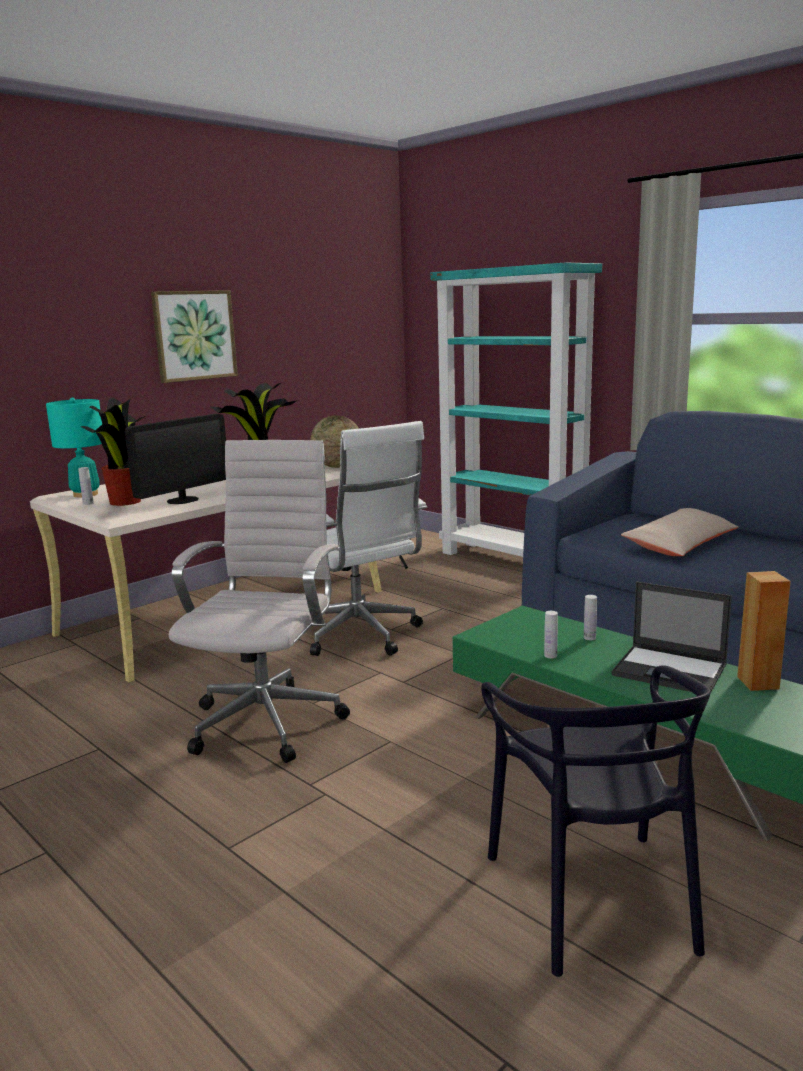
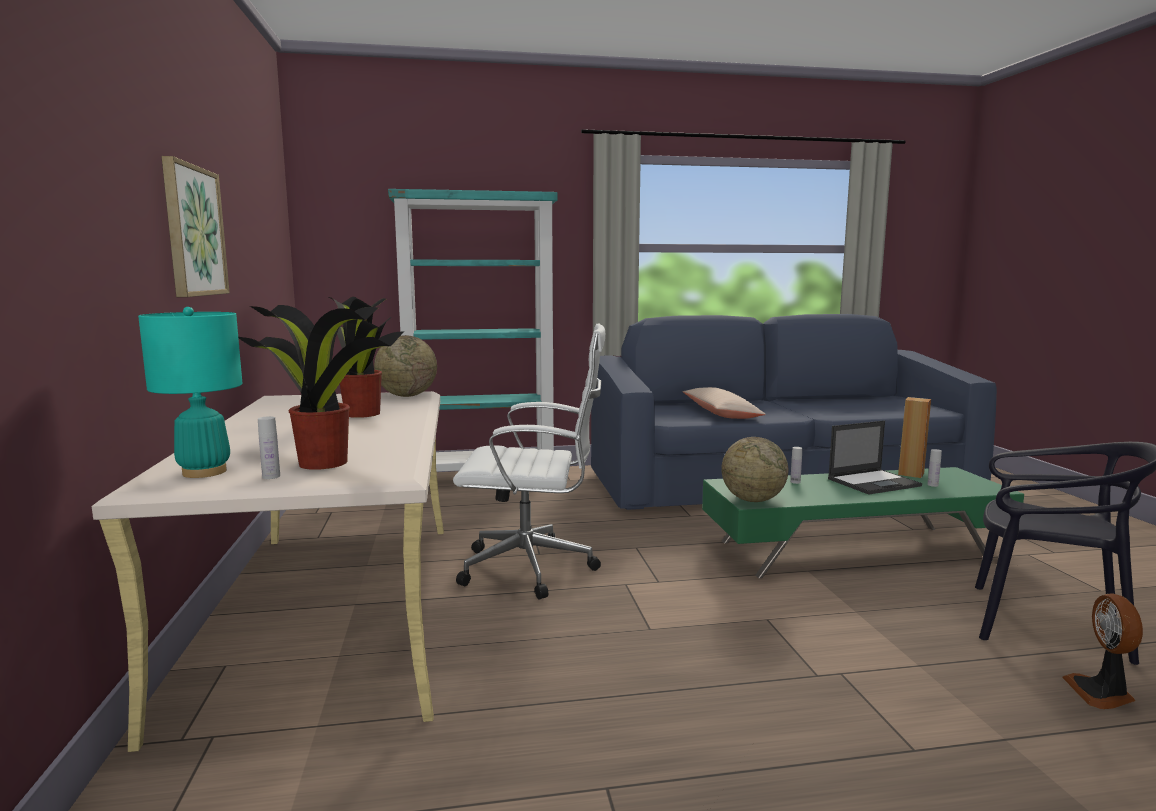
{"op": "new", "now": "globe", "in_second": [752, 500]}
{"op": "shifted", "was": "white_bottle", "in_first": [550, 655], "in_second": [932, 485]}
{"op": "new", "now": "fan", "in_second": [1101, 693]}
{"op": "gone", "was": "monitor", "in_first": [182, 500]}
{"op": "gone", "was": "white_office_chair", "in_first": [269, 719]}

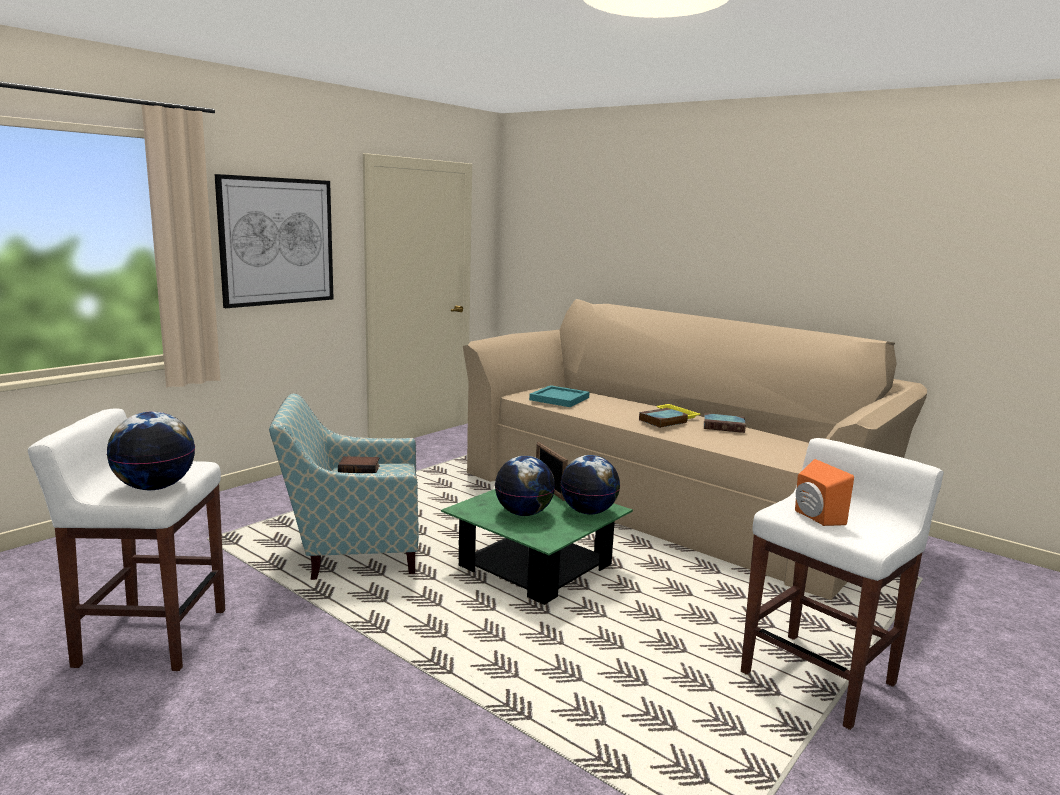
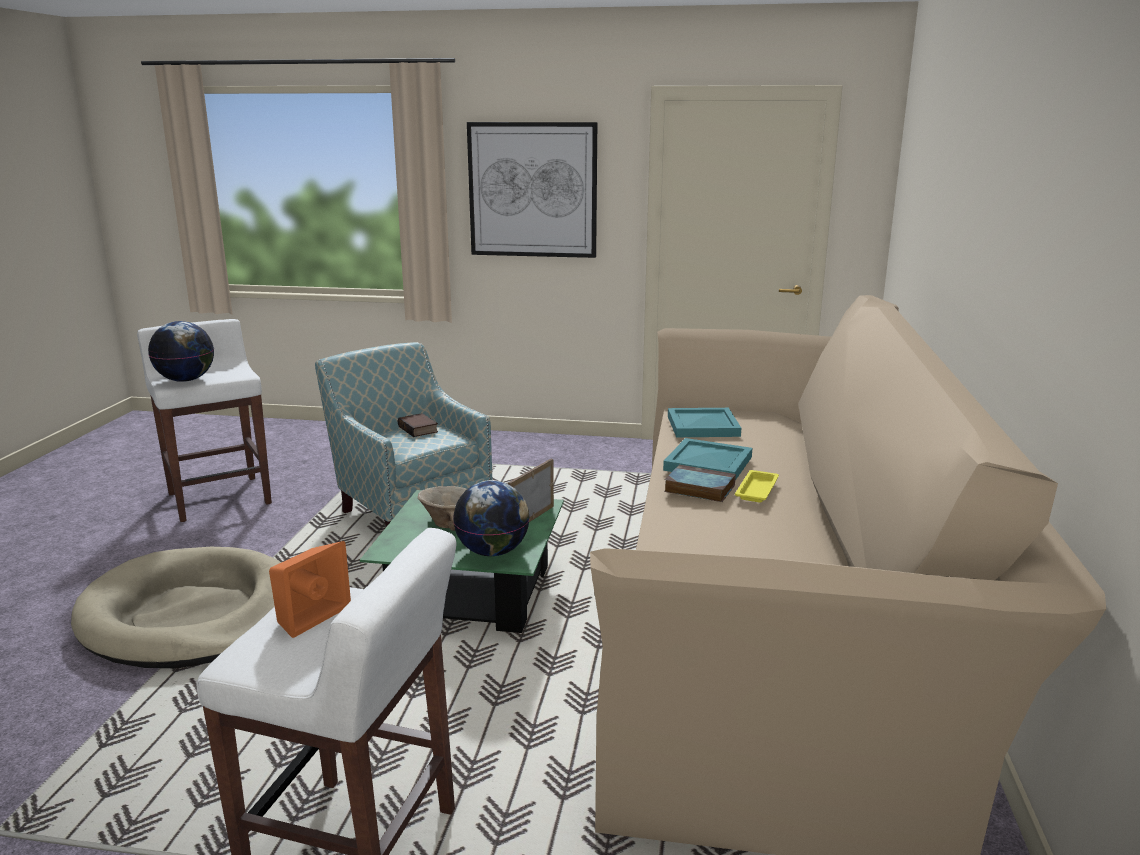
{"op": "new", "now": "beige_dog_bed", "in_second": [193, 615]}
{"op": "swapped", "was": "globe", "now": "beige_bowl", "in_first": [524, 513], "in_second": [449, 524]}
{"op": "new", "now": "turquoise_tray", "in_second": [709, 464]}
{"op": "gone", "was": "book", "in_first": [724, 426]}

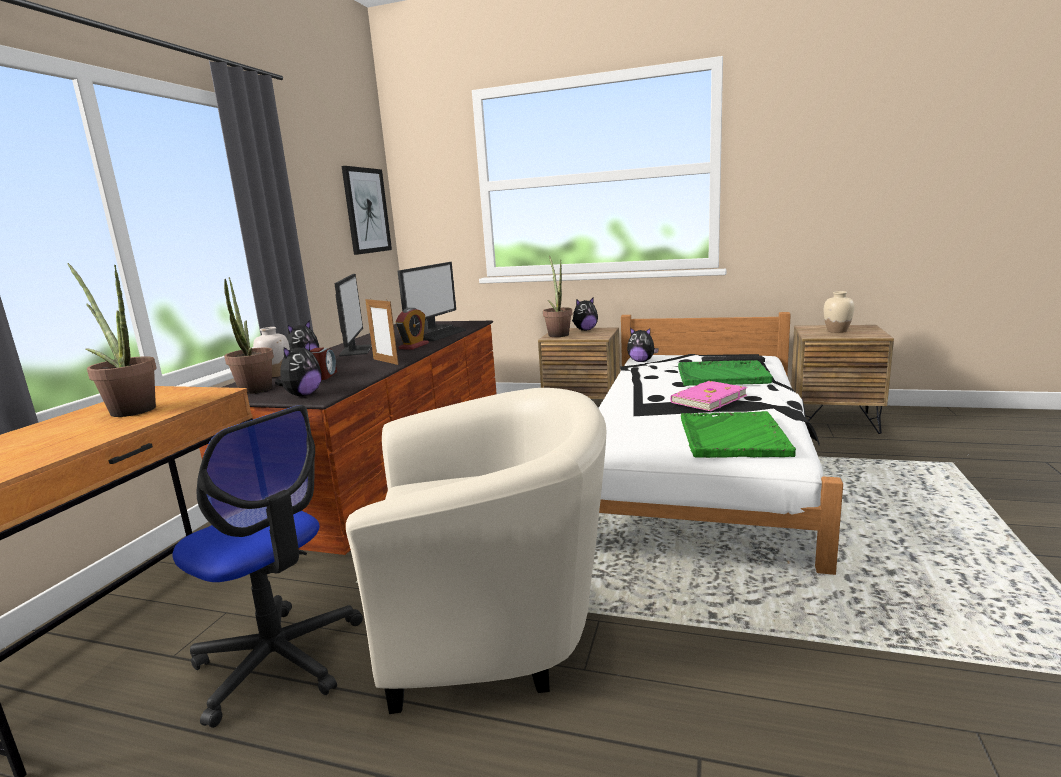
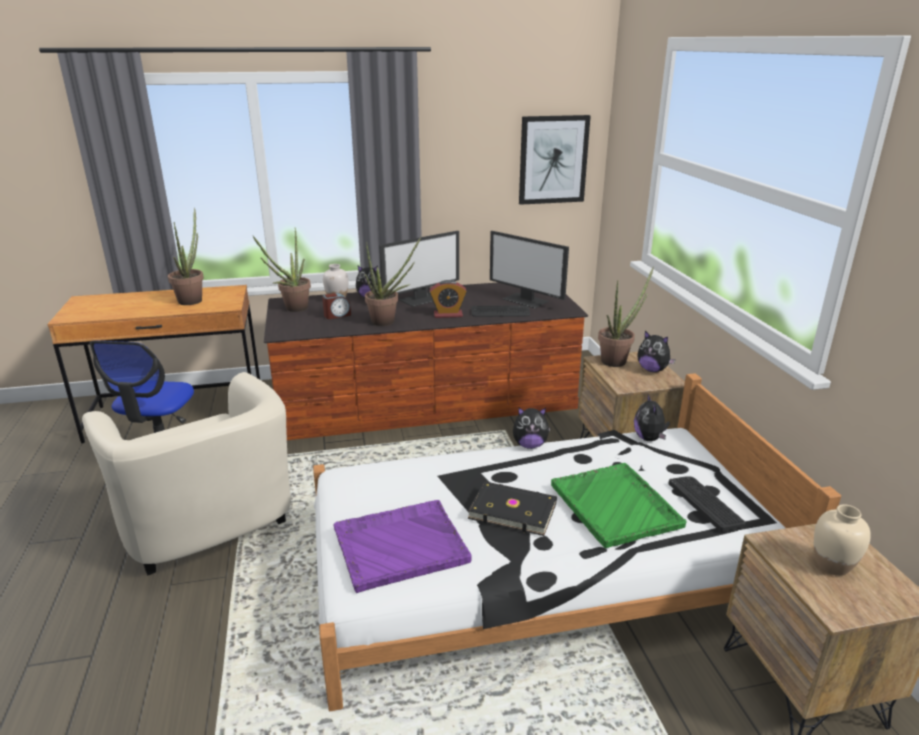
{"op": "repainted", "was": "green_tray", "now": "purple_tray", "in_first": [732, 437], "in_second": [399, 546]}
{"op": "swapped", "was": "picture_frame", "now": "potted_plant", "in_first": [385, 361], "in_second": [388, 321]}
{"op": "repainted", "was": "pink_book", "now": "black_book", "in_first": [707, 399], "in_second": [512, 510]}
{"op": "rotated", "was": "monitor", "in_first": [432, 328], "in_second": [526, 300], "clockwise": 45}
{"op": "shifted", "was": "plush_toy", "in_first": [302, 395], "in_second": [529, 445]}

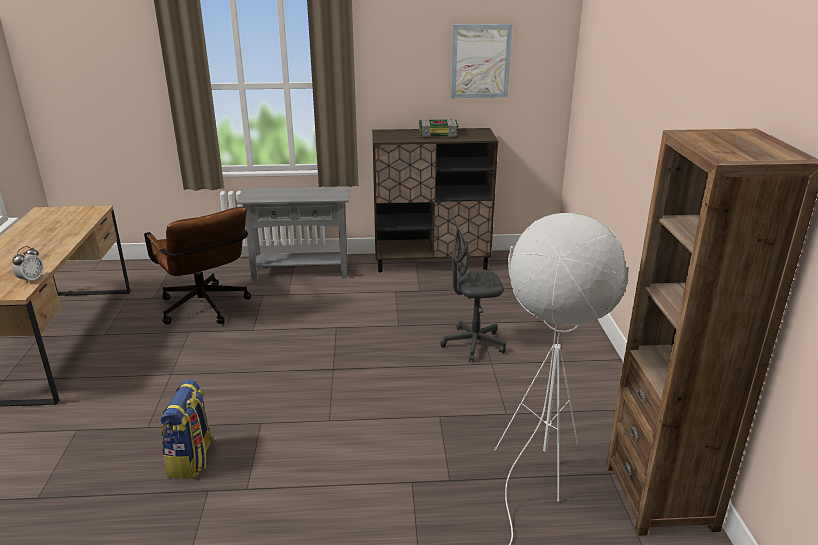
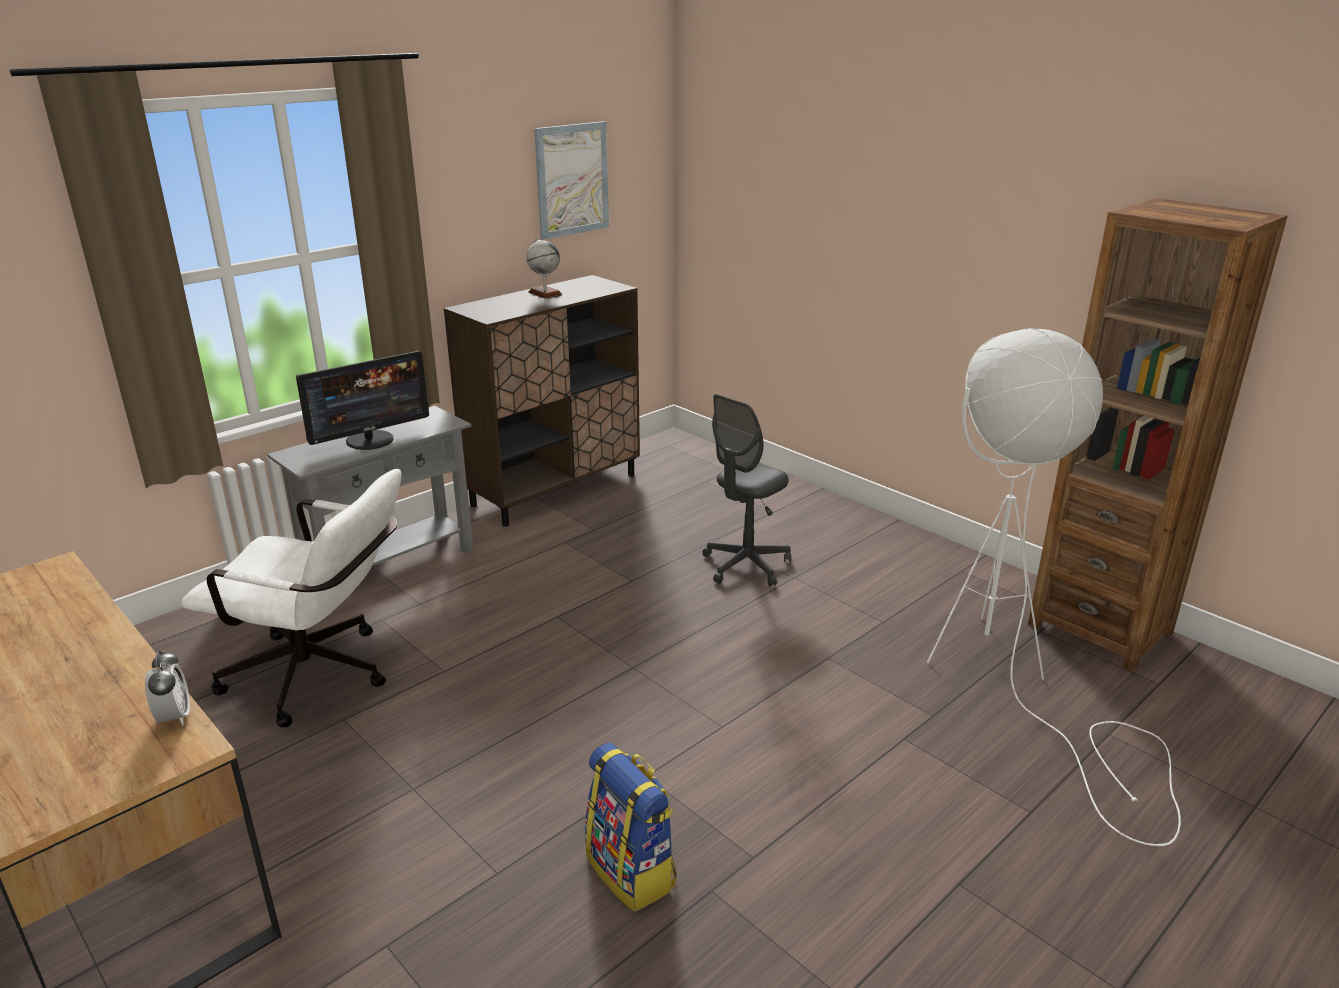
{"op": "repainted", "was": "brown_office_chair", "now": "white_office_chair", "in_first": [206, 310], "in_second": [321, 677]}
{"op": "new", "now": "monitor", "in_second": [370, 440]}
{"op": "swapped", "was": "book", "now": "globe", "in_first": [438, 133], "in_second": [545, 293]}

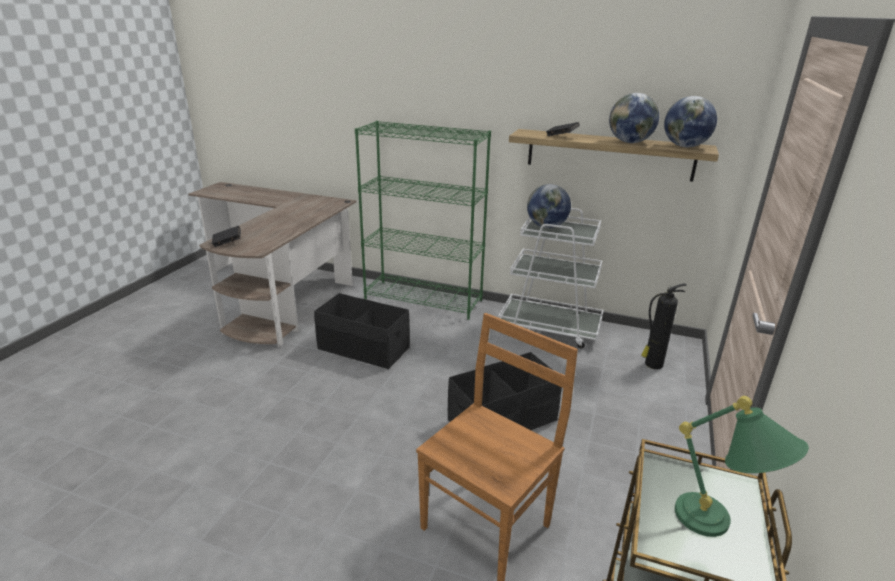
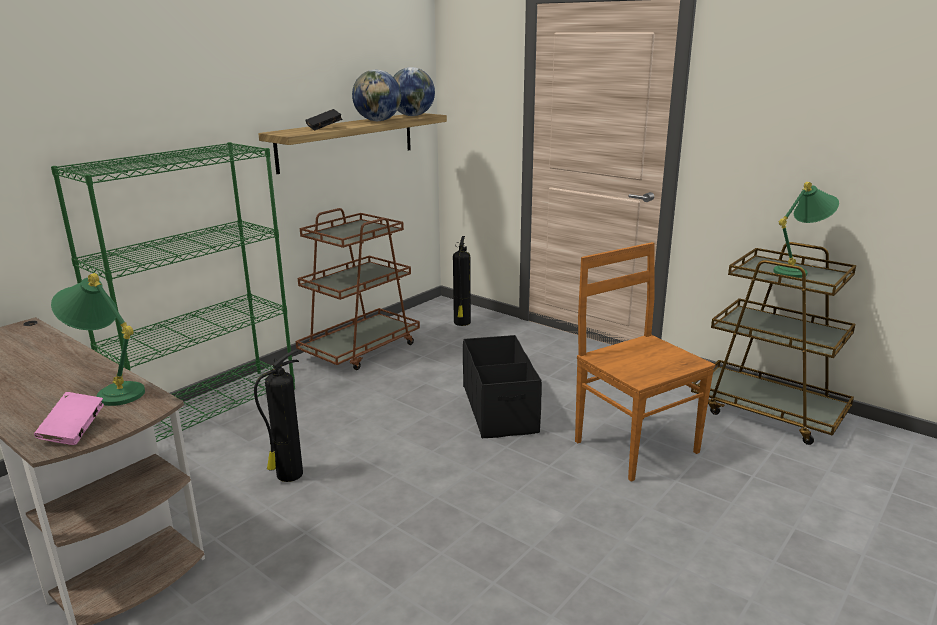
{"op": "repainted", "was": "black_book", "now": "pink_book", "in_first": [227, 243], "in_second": [73, 431]}
{"op": "new", "now": "green_table_lamp", "in_second": [111, 391]}
{"op": "swapped", "was": "black_storage_box", "now": "fire_extinguisher", "in_first": [363, 349], "in_second": [288, 475]}
{"op": "repainted", "was": "white_cart", "now": "brown_cart", "in_first": [550, 328], "in_second": [361, 349]}
{"op": "gone", "was": "globe", "in_first": [546, 227]}

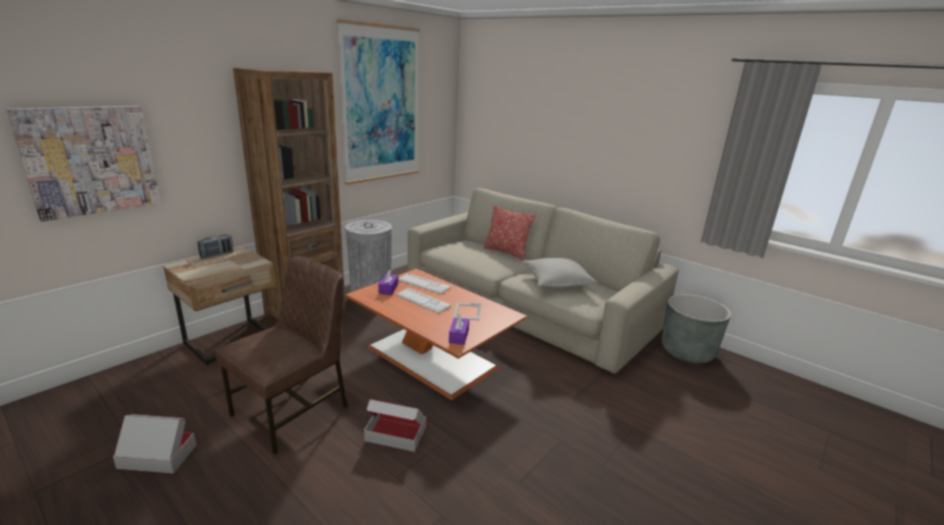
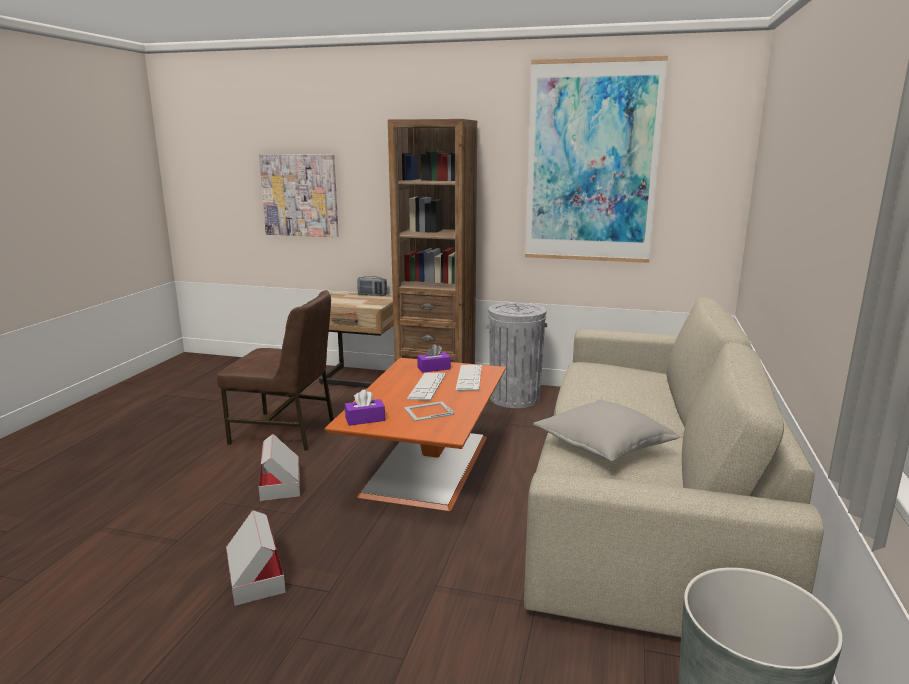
{"op": "shifted", "was": "cardboard_box", "in_first": [157, 456], "in_second": [255, 577]}
{"op": "gone", "was": "pillow", "in_first": [506, 252]}

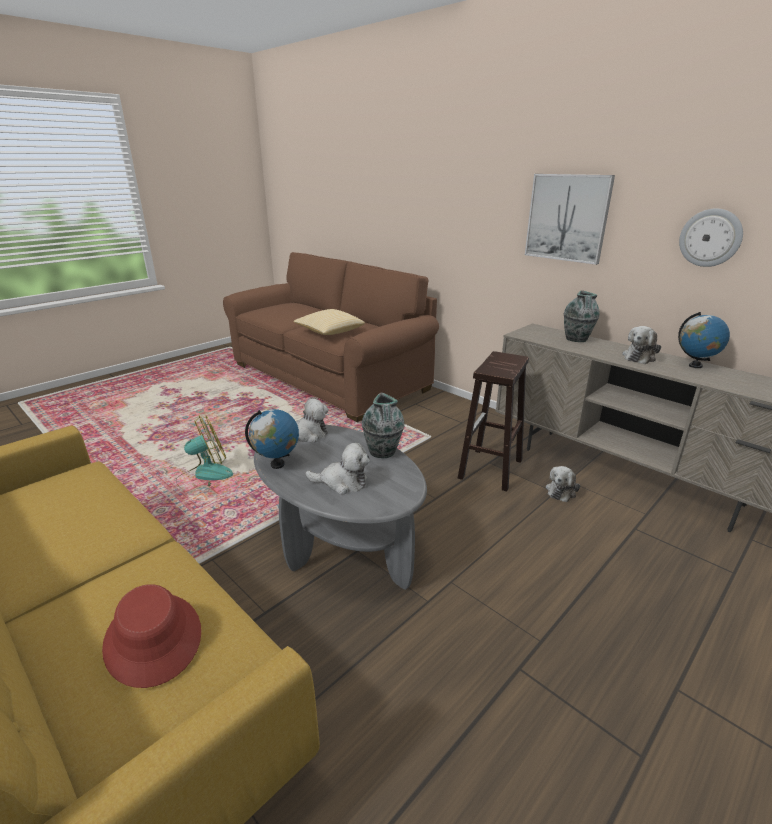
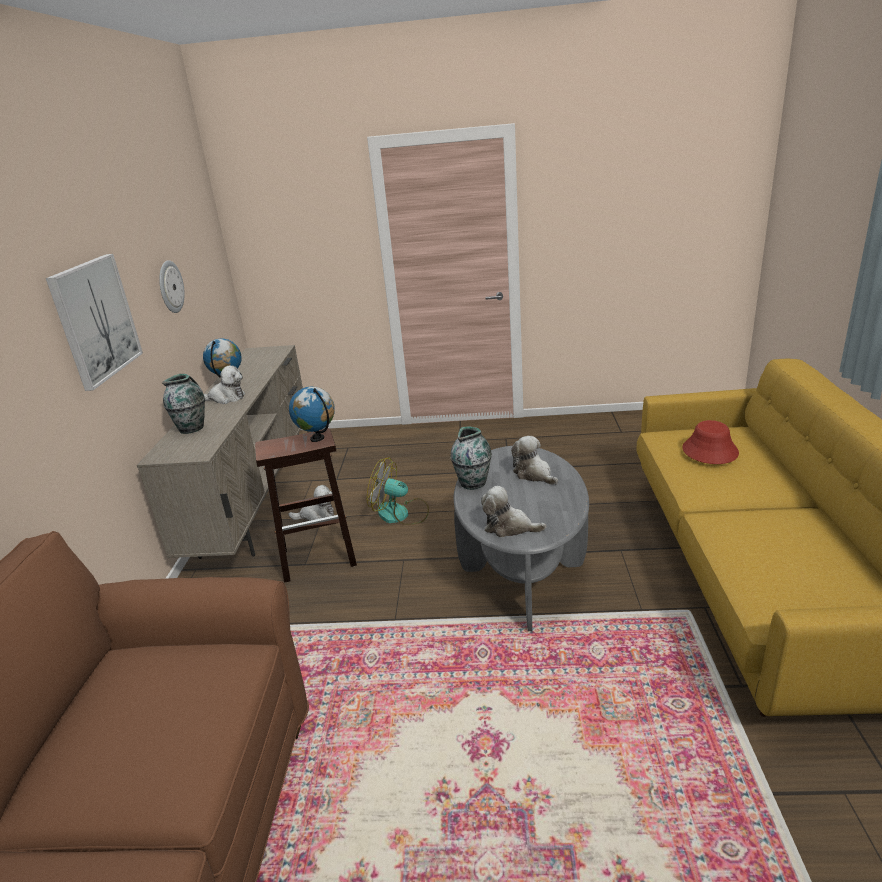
{"op": "shifted", "was": "globe", "in_first": [277, 464], "in_second": [317, 438]}
{"op": "shifted", "was": "fan", "in_first": [204, 476], "in_second": [400, 514]}
{"op": "gone", "was": "pillow", "in_first": [329, 332]}

